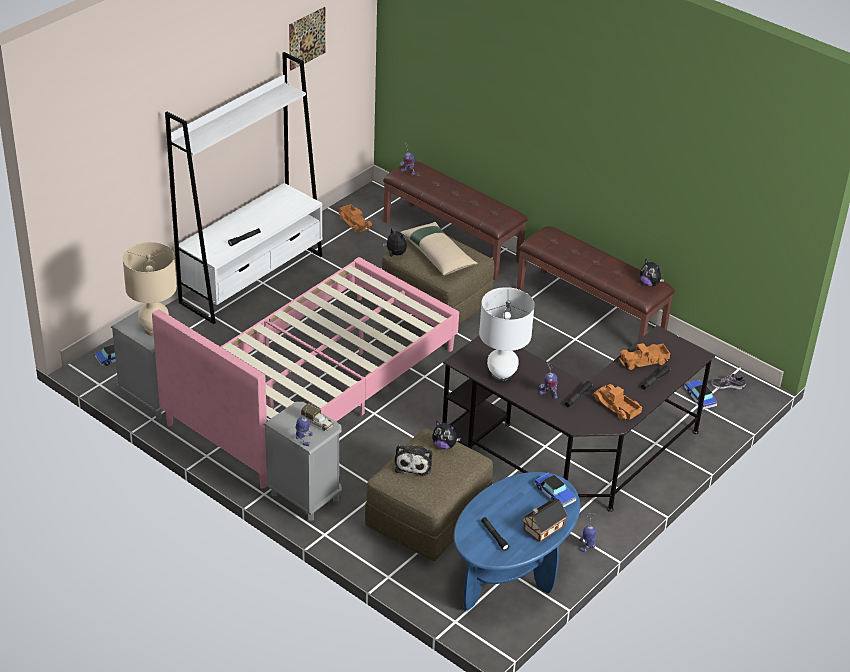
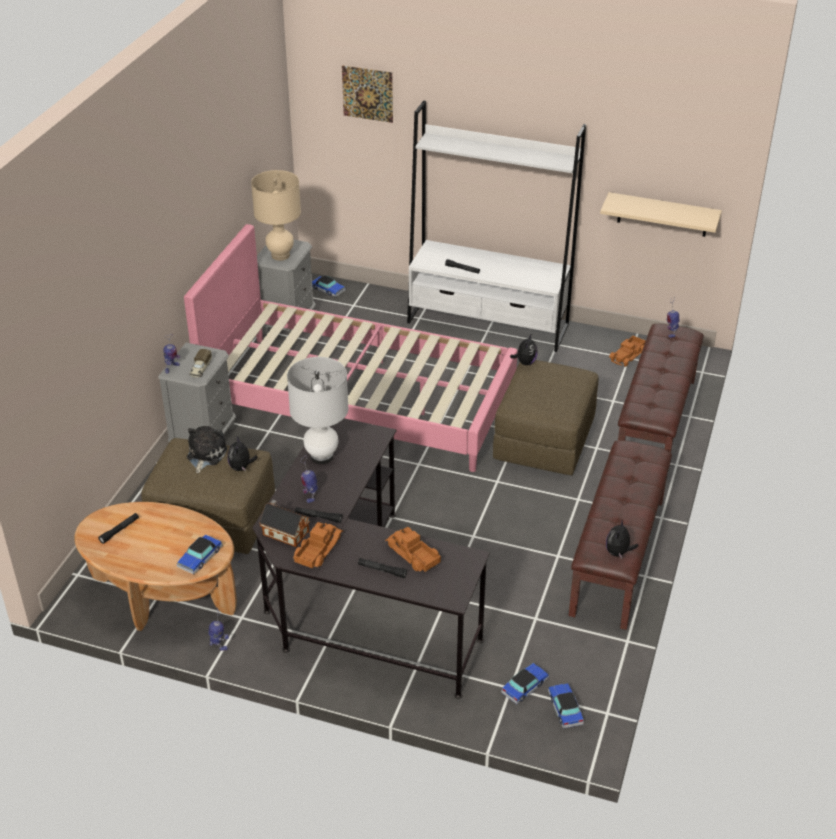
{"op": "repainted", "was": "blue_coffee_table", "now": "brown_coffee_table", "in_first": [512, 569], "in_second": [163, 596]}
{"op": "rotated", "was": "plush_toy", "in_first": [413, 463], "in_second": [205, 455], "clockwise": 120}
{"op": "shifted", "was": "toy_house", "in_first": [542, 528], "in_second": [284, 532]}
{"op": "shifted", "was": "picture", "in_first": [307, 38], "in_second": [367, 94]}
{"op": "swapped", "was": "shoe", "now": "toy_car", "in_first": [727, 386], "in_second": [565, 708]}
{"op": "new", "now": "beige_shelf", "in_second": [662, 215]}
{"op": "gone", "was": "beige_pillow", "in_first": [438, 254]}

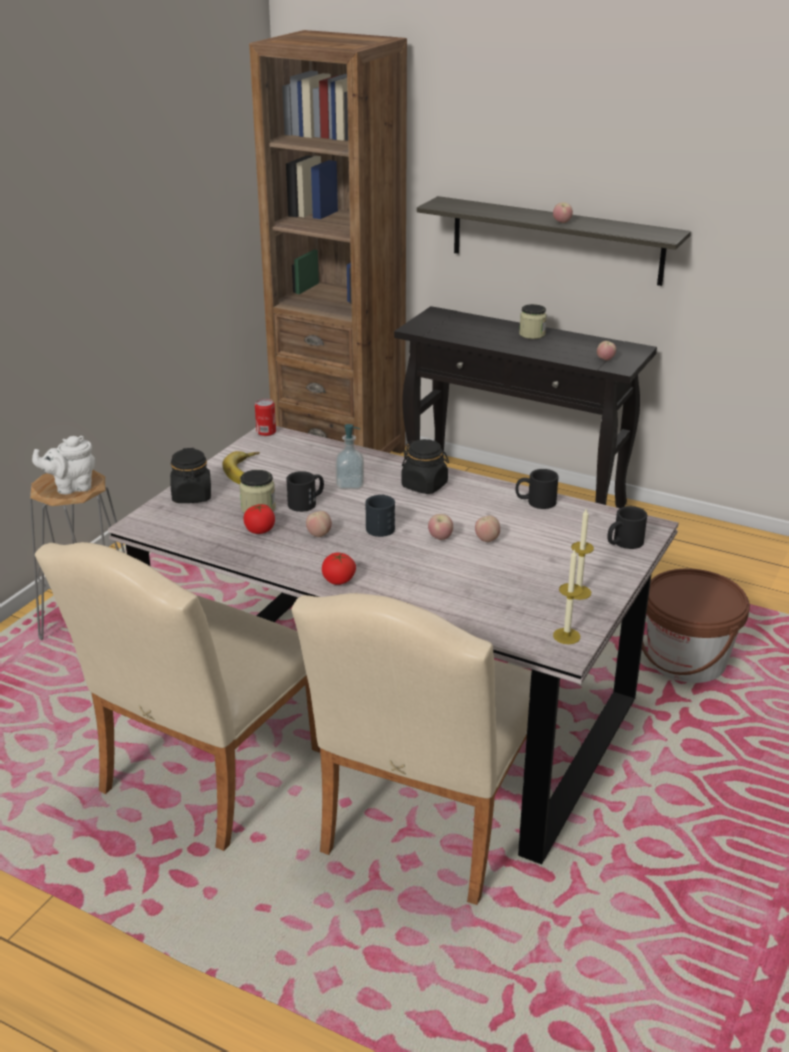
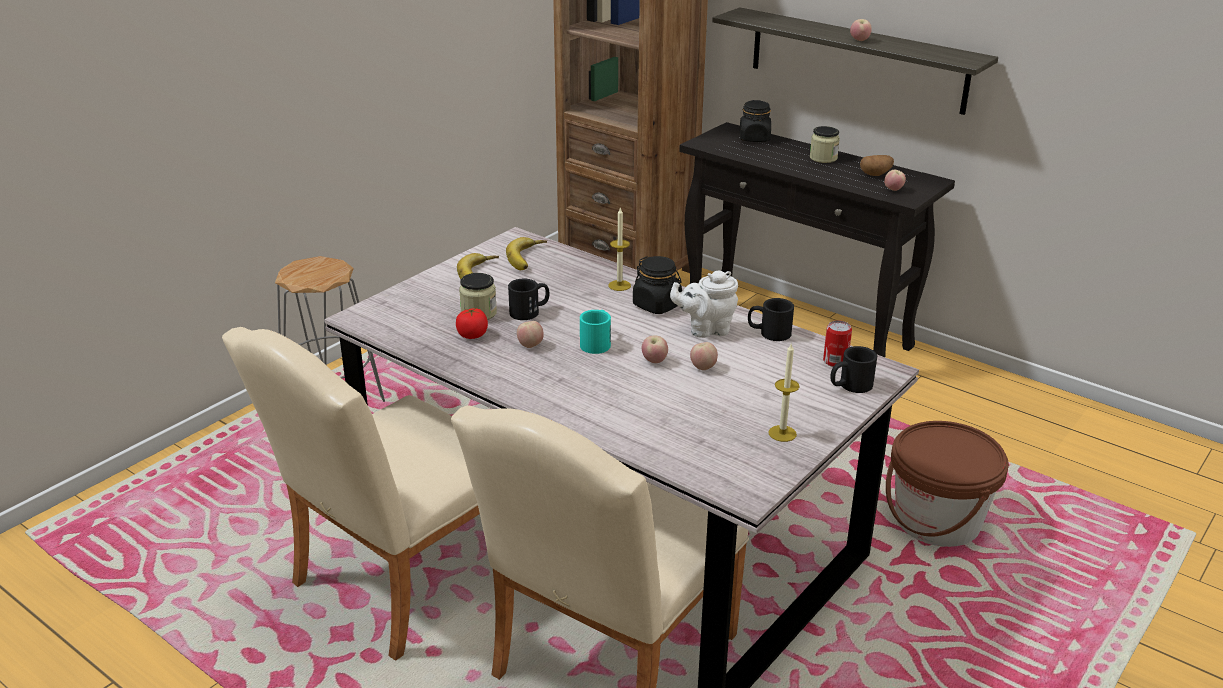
{"op": "new", "now": "banana", "in_second": [529, 258]}
{"op": "repainted", "was": "black_mug", "now": "turquoise_mug", "in_first": [381, 525], "in_second": [597, 342]}
{"op": "shifted", "was": "candle", "in_first": [566, 636], "in_second": [619, 285]}
{"op": "shifted", "was": "white_teapot", "in_first": [71, 487], "in_second": [706, 329]}
{"op": "shifted", "was": "black_jar", "in_first": [192, 496], "in_second": [754, 138]}
{"op": "shifted", "was": "can", "in_first": [266, 432], "in_second": [835, 361]}
{"op": "new", "now": "potato", "in_second": [875, 174]}
{"op": "gone", "was": "tomato", "in_first": [338, 580]}
{"op": "gone", "was": "soap_dispenser", "in_first": [350, 484]}

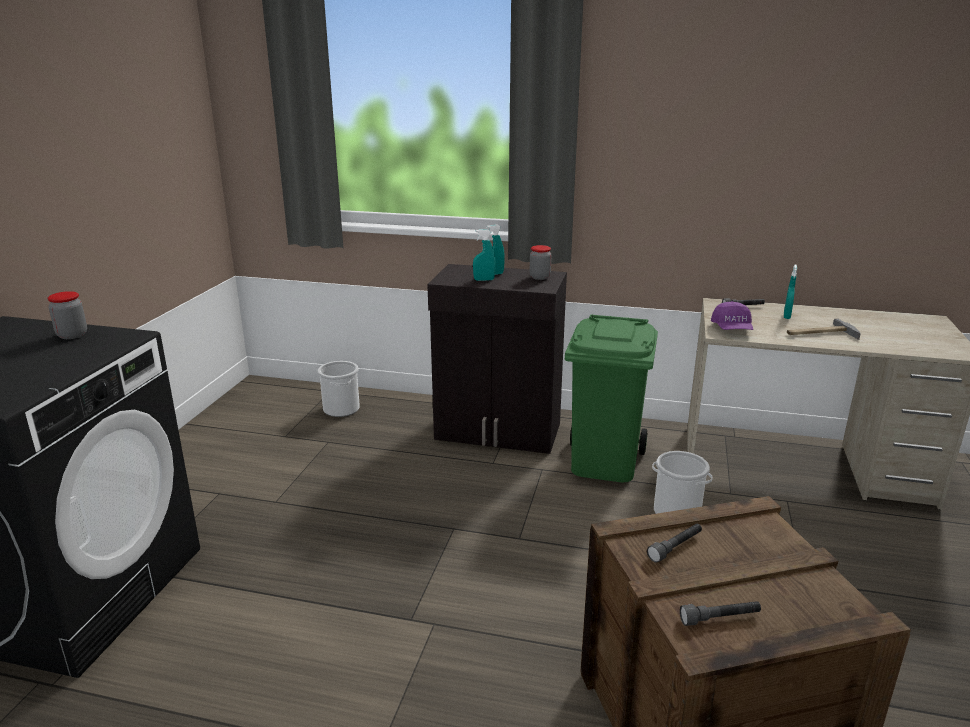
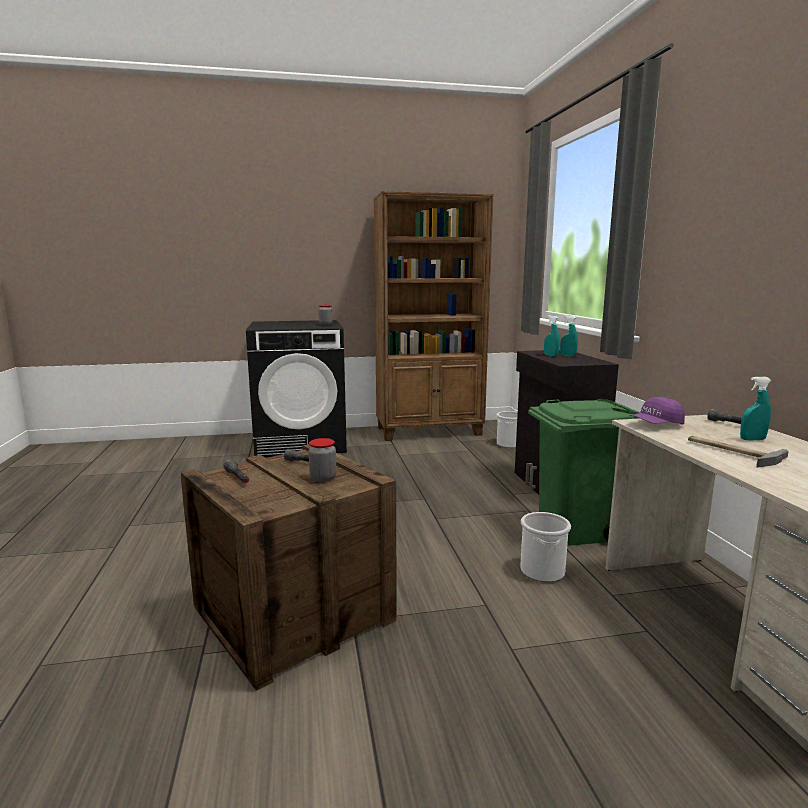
{"op": "shifted", "was": "jar", "in_first": [539, 277], "in_second": [323, 478]}
{"op": "new", "now": "brown_bookcase", "in_second": [430, 431]}

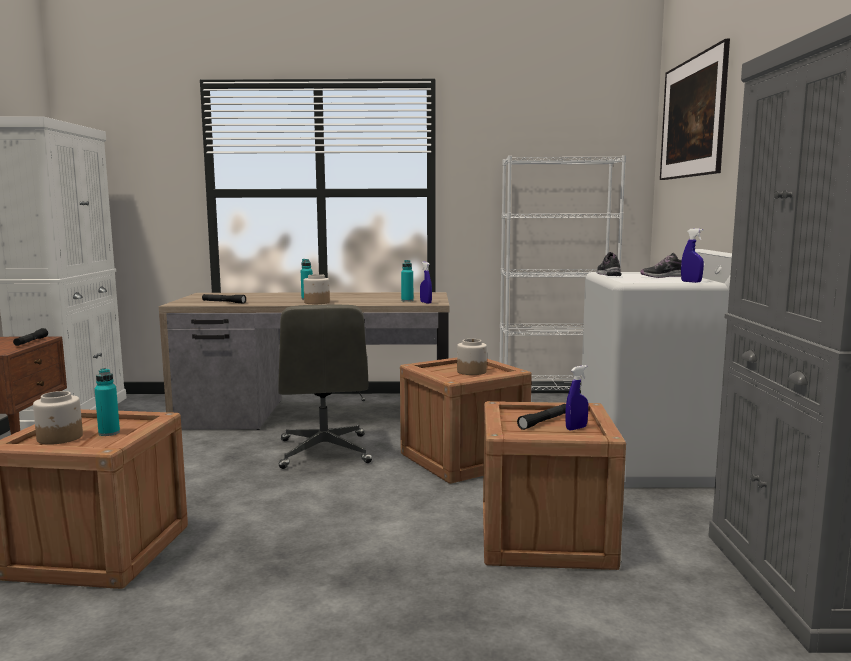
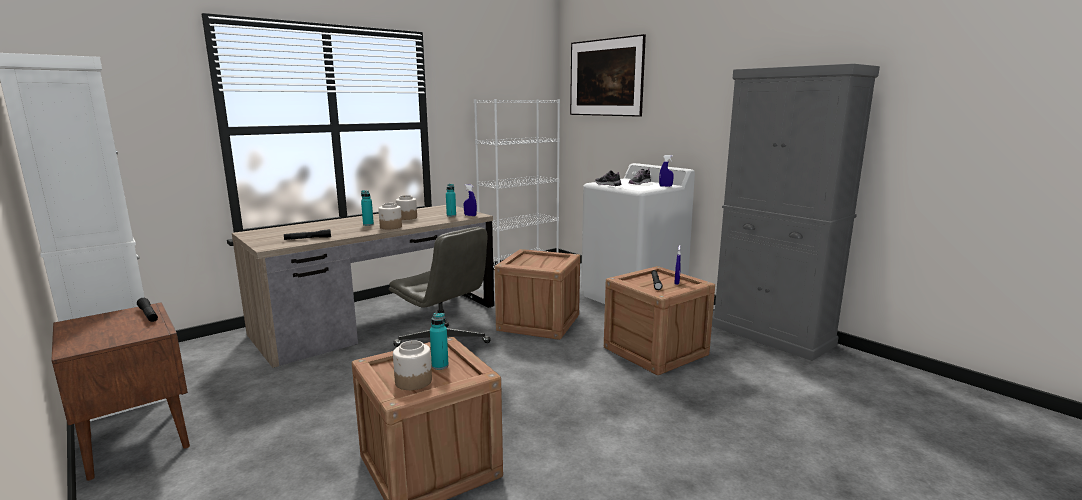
{"op": "shifted", "was": "jar", "in_first": [471, 371], "in_second": [407, 217]}

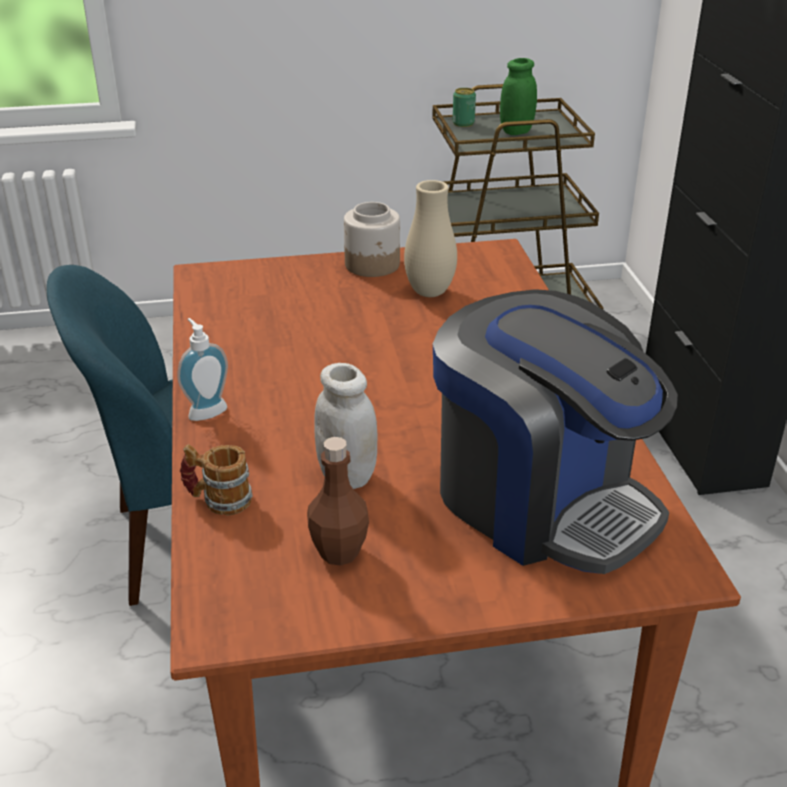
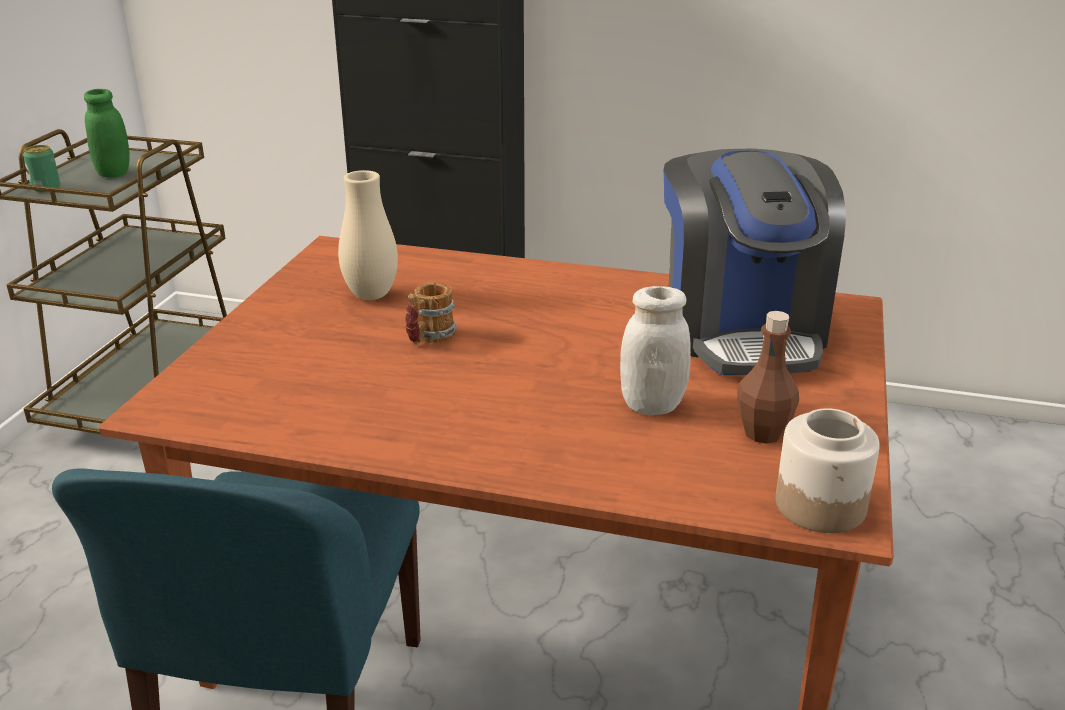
{"op": "shifted", "was": "mug", "in_first": [218, 500], "in_second": [429, 337]}
{"op": "rotated", "was": "coffee_machine", "in_first": [541, 501], "in_second": [741, 331], "clockwise": 105}
{"op": "shifted", "was": "jar", "in_first": [373, 265], "in_second": [821, 505]}
{"op": "gone", "was": "soap_dispenser", "in_first": [206, 410]}

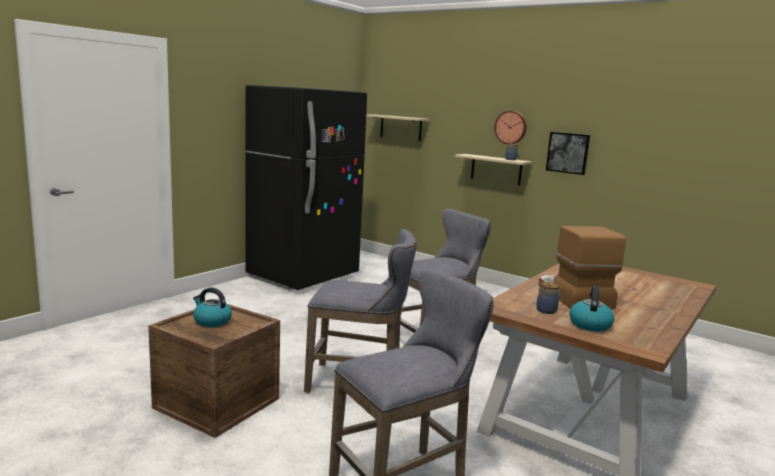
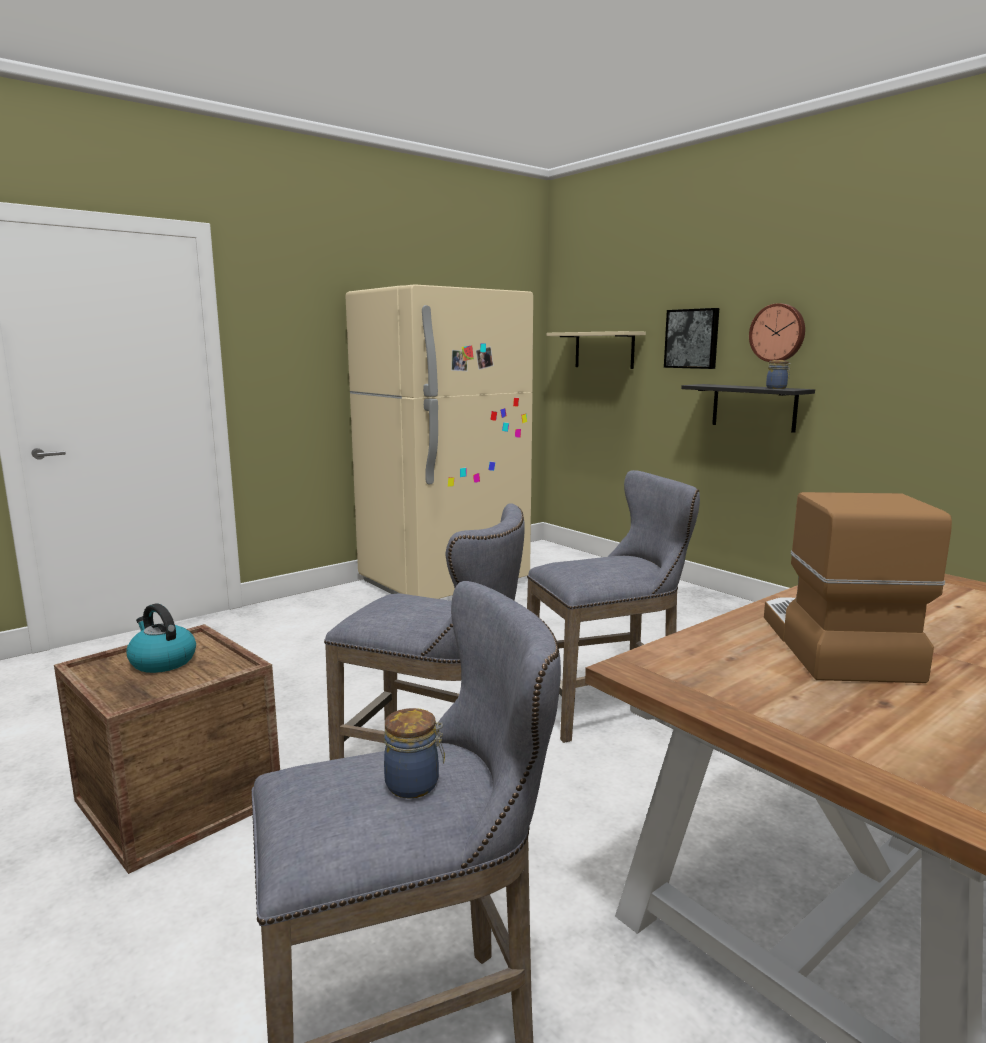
{"op": "repainted", "was": "black_fridge", "now": "beige_fridge", "in_first": [303, 276], "in_second": [444, 582]}
{"op": "shifted", "was": "jar", "in_first": [547, 311], "in_second": [414, 785]}
{"op": "shifted", "was": "picture", "in_first": [568, 153], "in_second": [692, 338]}
{"op": "repainted", "was": "beige_shelf", "now": "black_shelf", "in_first": [496, 169], "in_second": [754, 407]}
{"op": "gone", "was": "kettle", "in_first": [589, 324]}

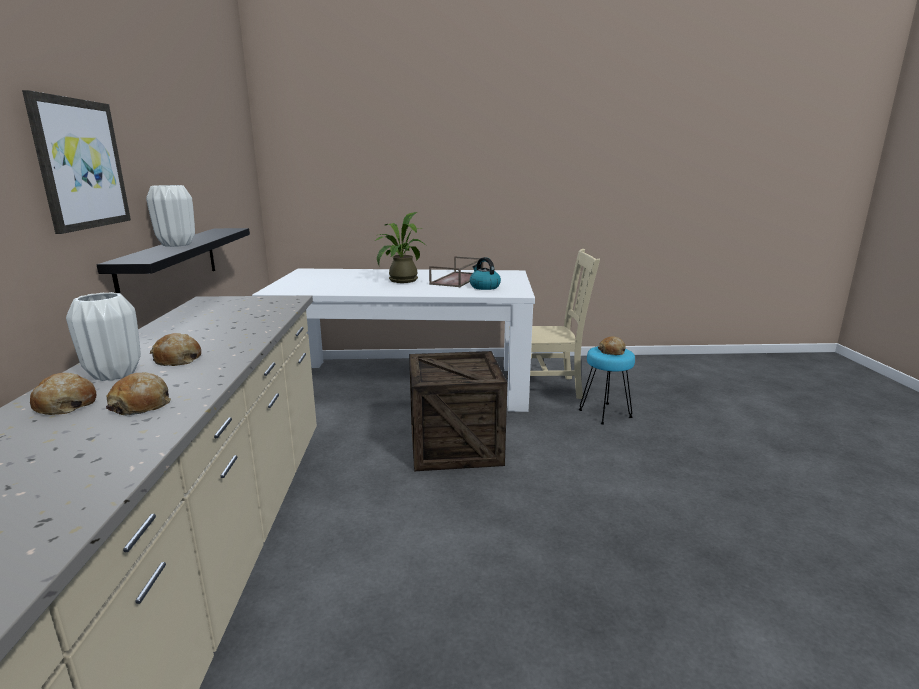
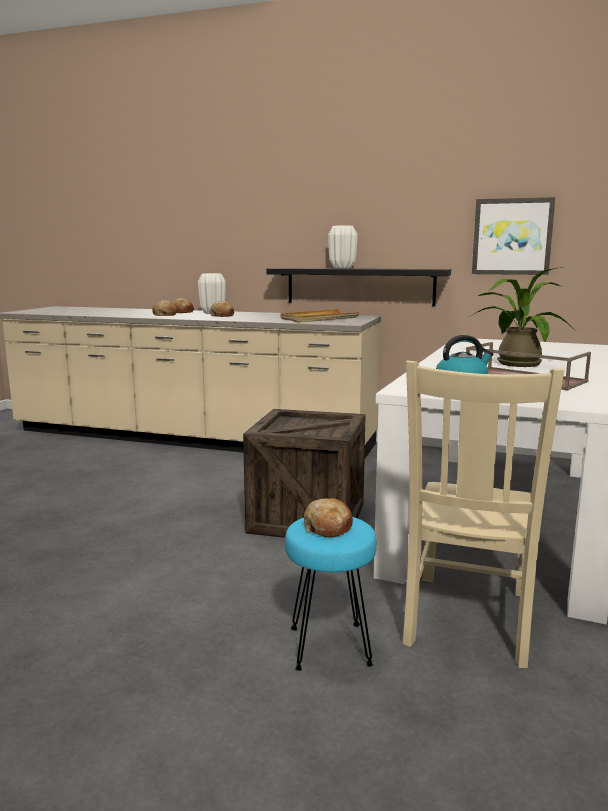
{"op": "new", "now": "beige_tray", "in_second": [319, 319]}
{"op": "shifted", "was": "picture", "in_first": [79, 164], "in_second": [512, 236]}

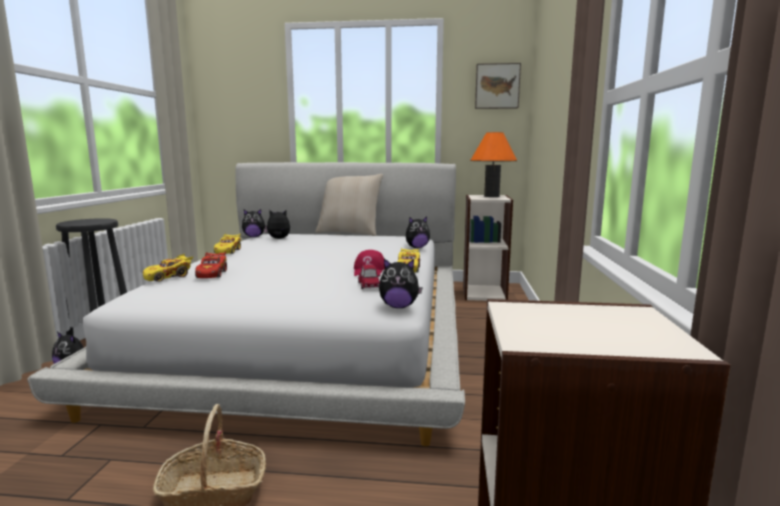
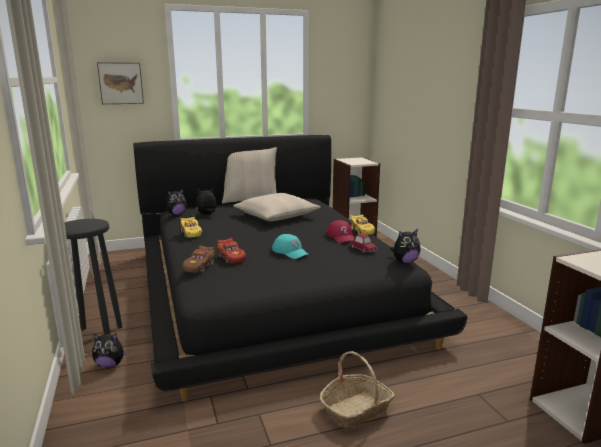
{"op": "shifted", "was": "picture", "in_first": [497, 86], "in_second": [121, 83]}
{"op": "repainted", "was": "white_bed", "now": "black_bed", "in_first": [314, 332], "in_second": [270, 290]}
{"op": "repainted", "was": "yellow_toy_car", "now": "brown_toy_car", "in_first": [168, 277], "in_second": [199, 266]}
{"op": "new", "now": "beige_pillow", "in_second": [276, 216]}
{"op": "new", "now": "turquoise_cap", "in_second": [290, 252]}
{"op": "gone", "was": "plush_toy", "in_first": [417, 247]}
{"op": "gone", "was": "orange_table_lamp", "in_first": [491, 196]}

